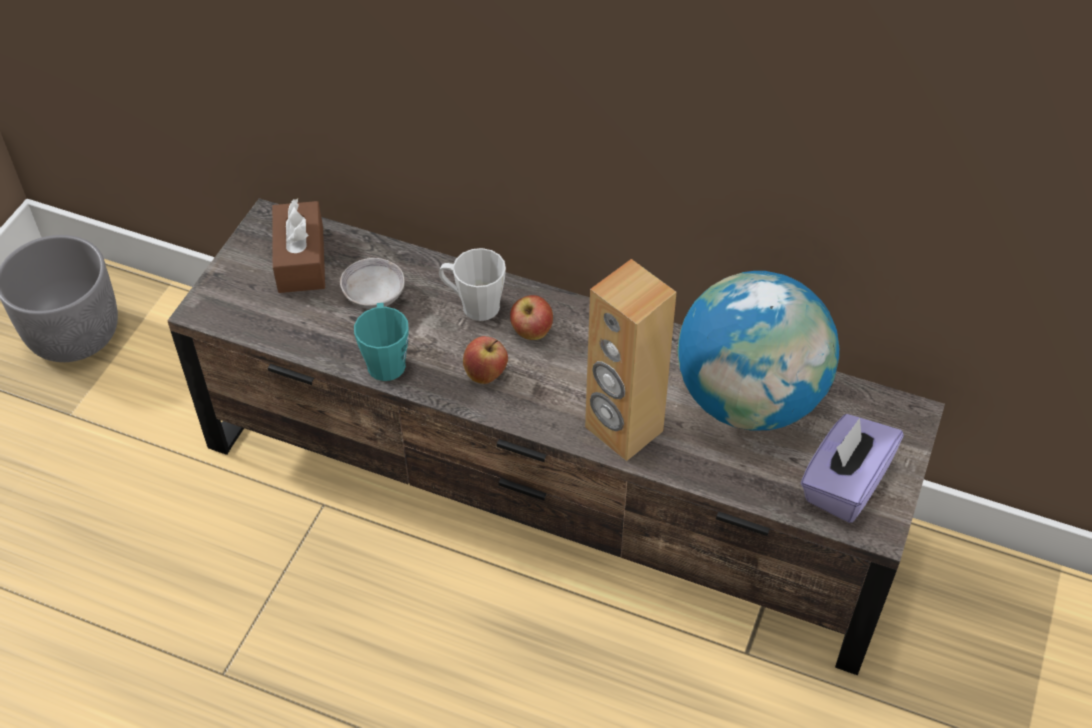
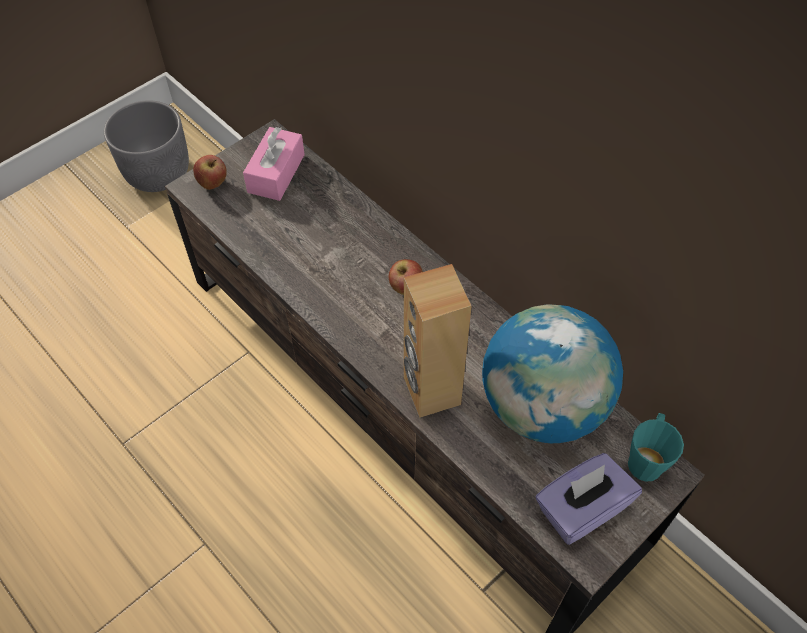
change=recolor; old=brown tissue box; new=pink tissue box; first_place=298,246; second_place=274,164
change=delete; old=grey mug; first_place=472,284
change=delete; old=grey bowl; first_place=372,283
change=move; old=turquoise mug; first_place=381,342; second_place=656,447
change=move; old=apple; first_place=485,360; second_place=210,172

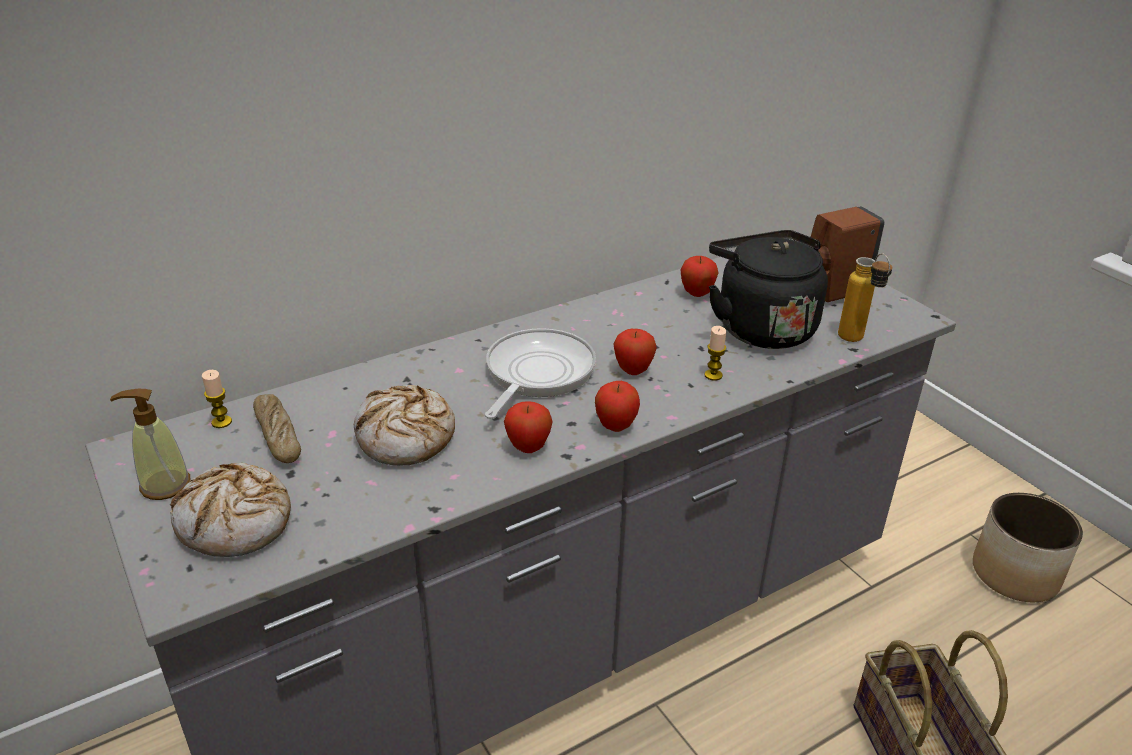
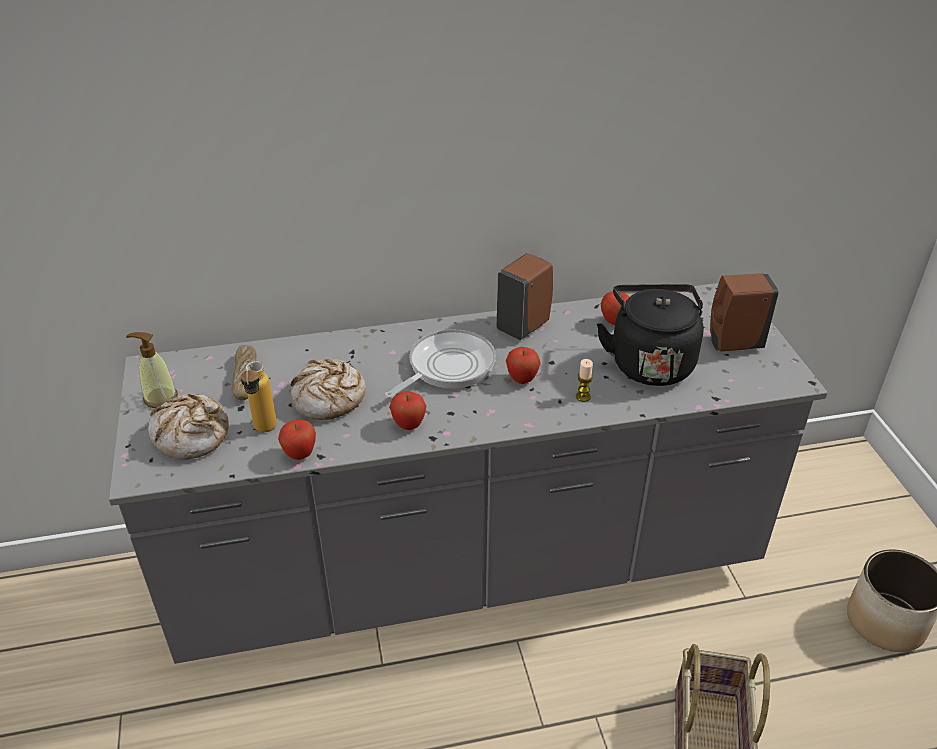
change=move; old=bottle; first_place=865,297; second_place=258,396
change=delete; old=candle; first_place=217,399
change=move; old=apple; first_place=617,406; second_place=297,440
change=insert; new=brown soap dispenser; second_place=525,296

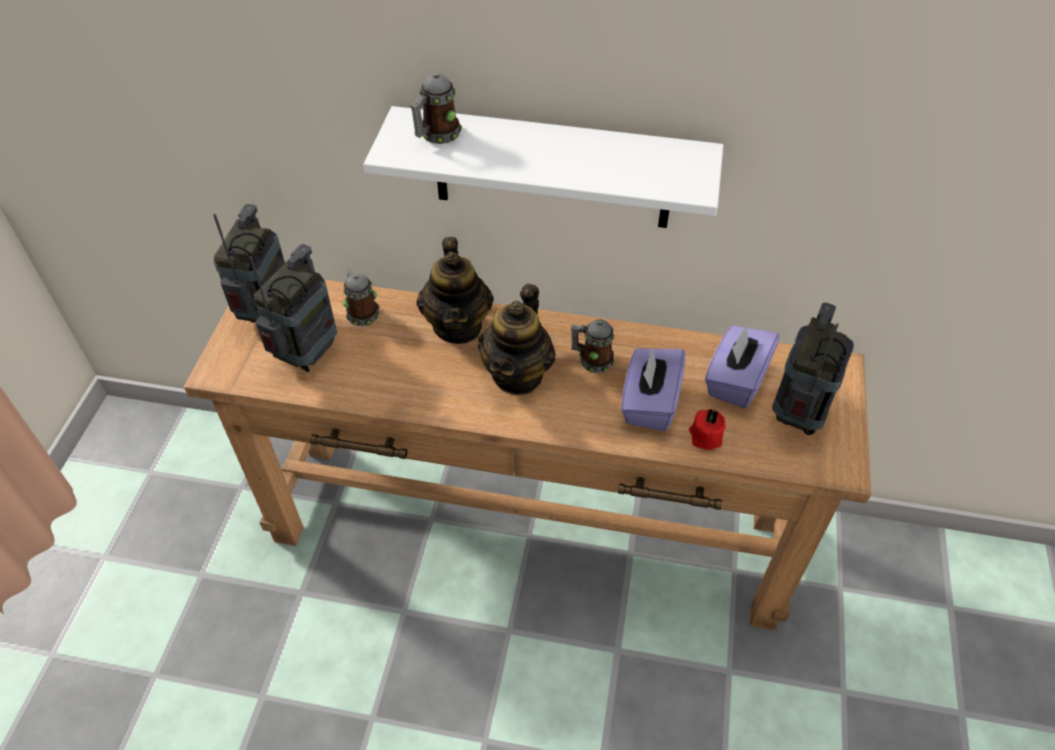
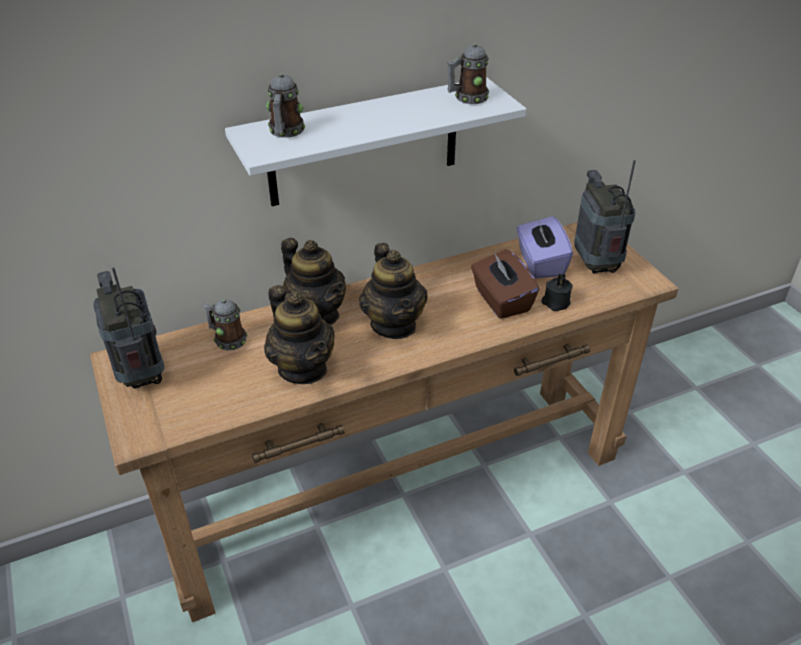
change=delete; old=radio; first_place=293,308
change=move; old=mug; first_place=593,346; second_place=468,73
change=recolor; old=purple tissue box; new=brown tissue box; first_place=653,389; second_place=505,284
change=recolor; old=red candle; new=black candle; first_place=707,429; second_place=557,292
change=insert; new=teapot; second_place=299,334

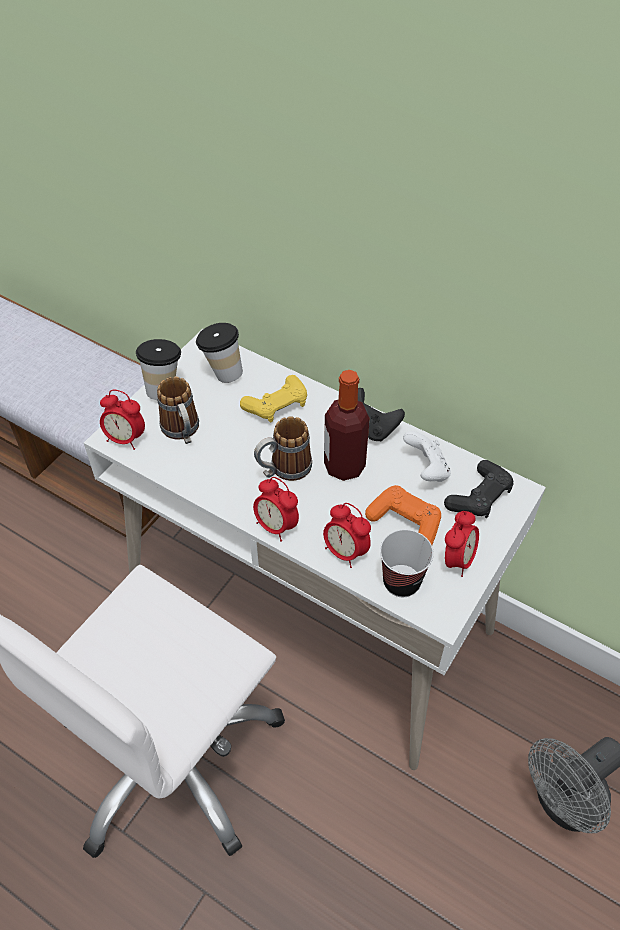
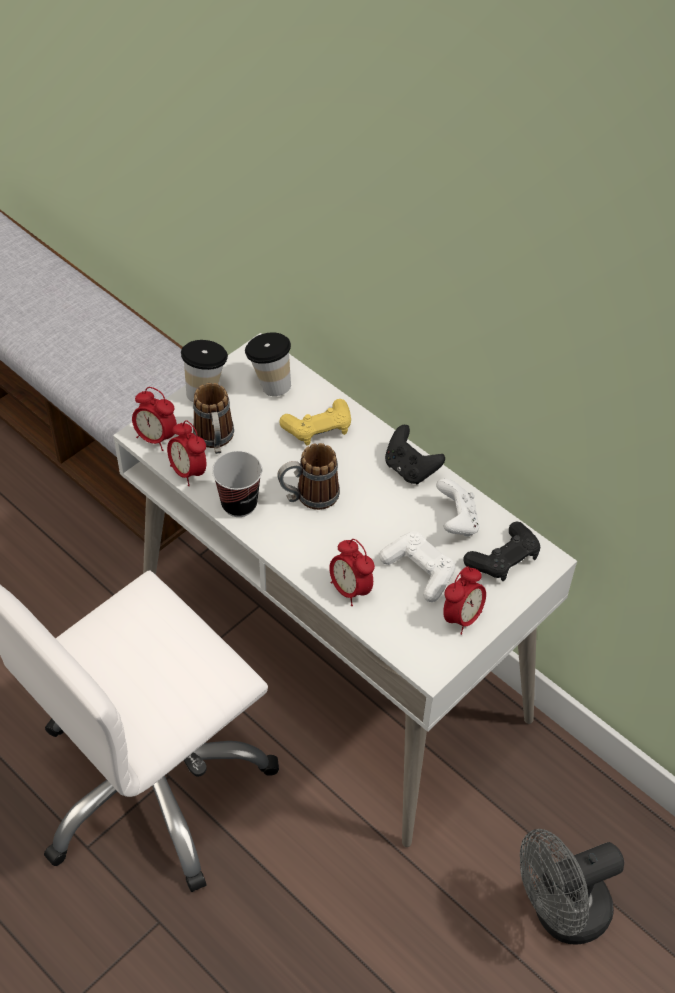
change=delete; old=bottle; first_place=347,425
change=move; old=alarm clock; first_place=276,509; second_place=186,453
change=recolor; old=orange game controller; new=white game controller; first_place=403,515; second_place=417,566
change=move; old=cup; first_place=407,563; second_place=237,484

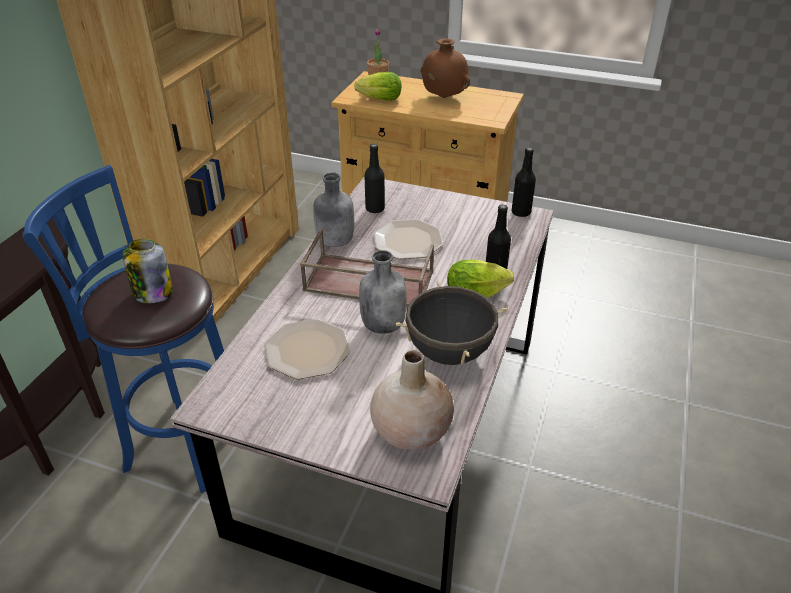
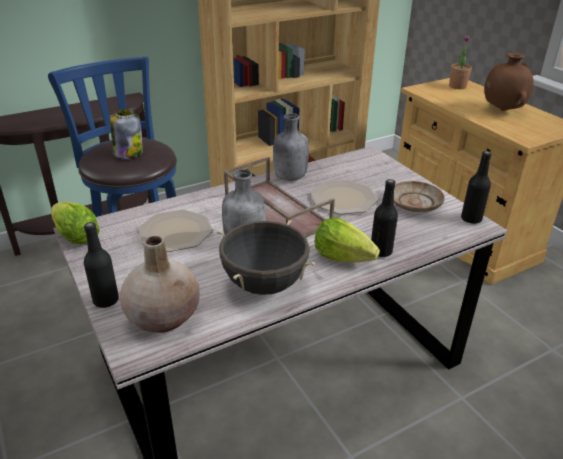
change=move; old=lettuce; first_place=377,86; second_place=75,223
change=move; old=black bottle; first_place=374,178; second_place=101,265
change=insert; new=beige plate; second_place=419,196

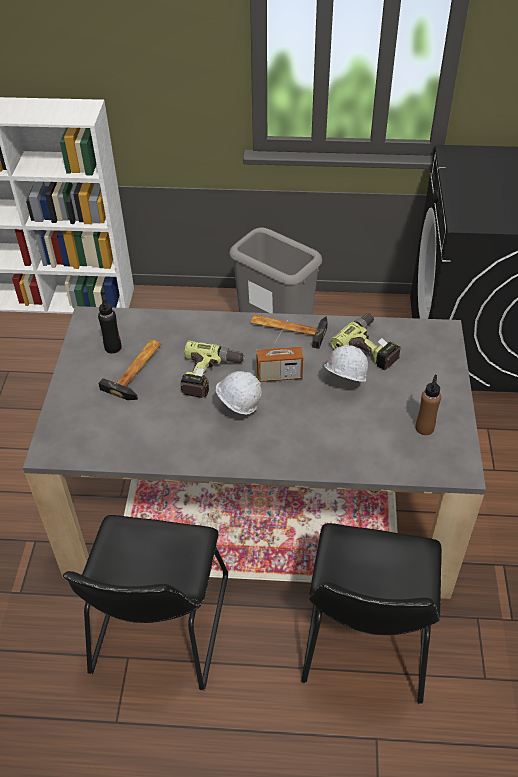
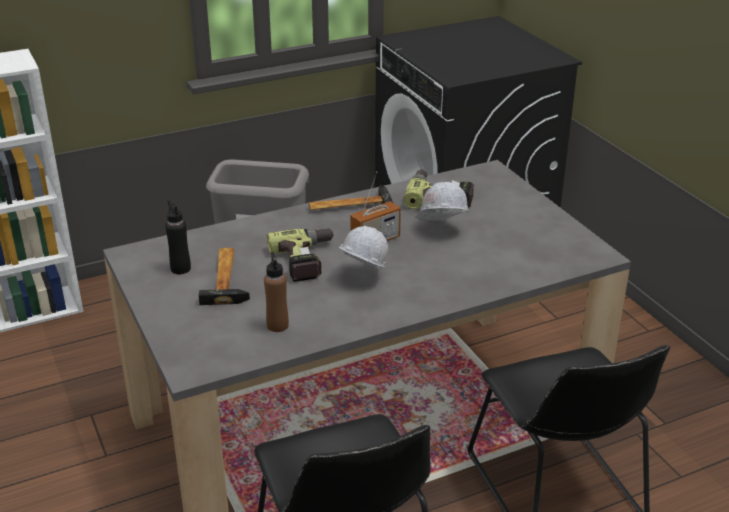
change=move; old=brown bottle; first_place=428,405; second_place=276,292

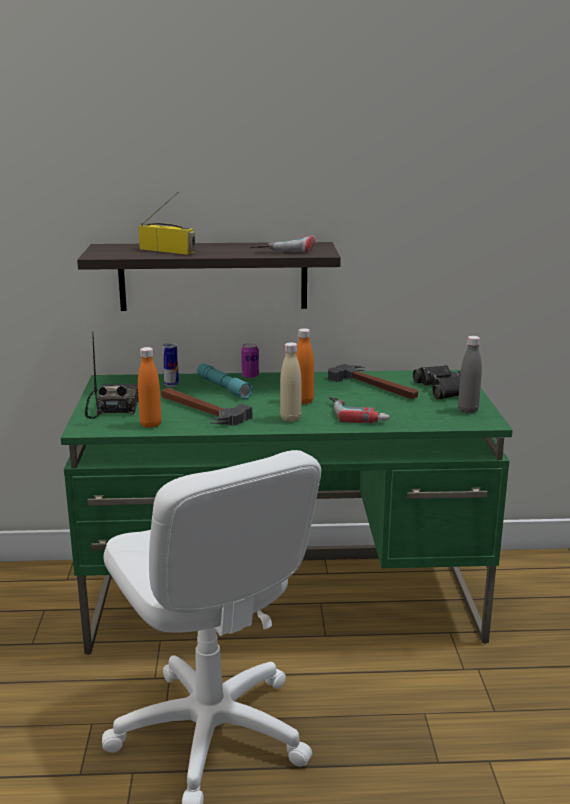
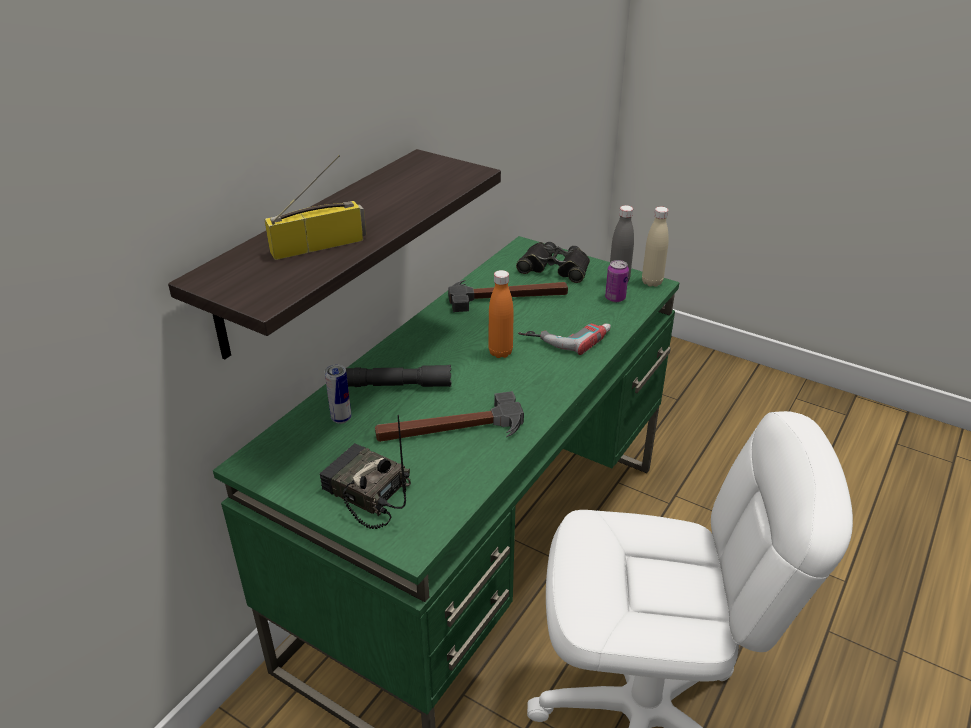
change=delete; old=power drill; first_place=282,243
change=move; old=beige bottle; first_place=290,382; second_place=655,247
change=move; old=can; first_place=250,361; second_place=617,281
change=delete; old=orange bottle; first_place=149,387
change=recolor; old=turquoise flashlight; new=grey flashlight; first_place=225,381; second_place=398,376

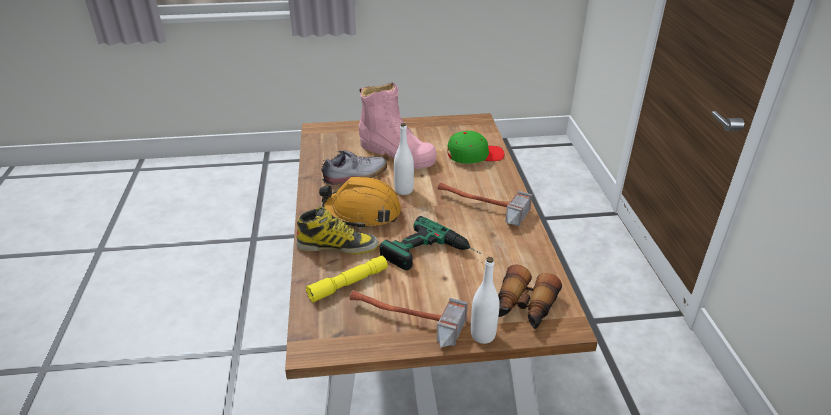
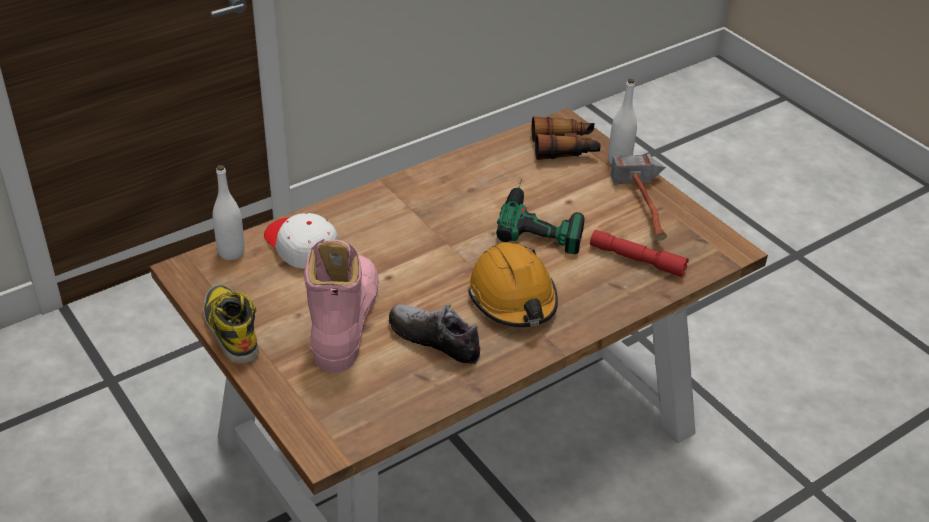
change=move; old=white bottle; first_place=404,159; second_place=229,212
change=recolor; old=green cap; new=white cap; first_place=475,147; second_place=301,241
change=delete; old=hammer; first_place=484,204
change=move; old=boot; first_place=338,230; second_place=231,324
change=recolor; old=yellow flashlight; new=red flashlight; first_place=347,279; second_place=639,253

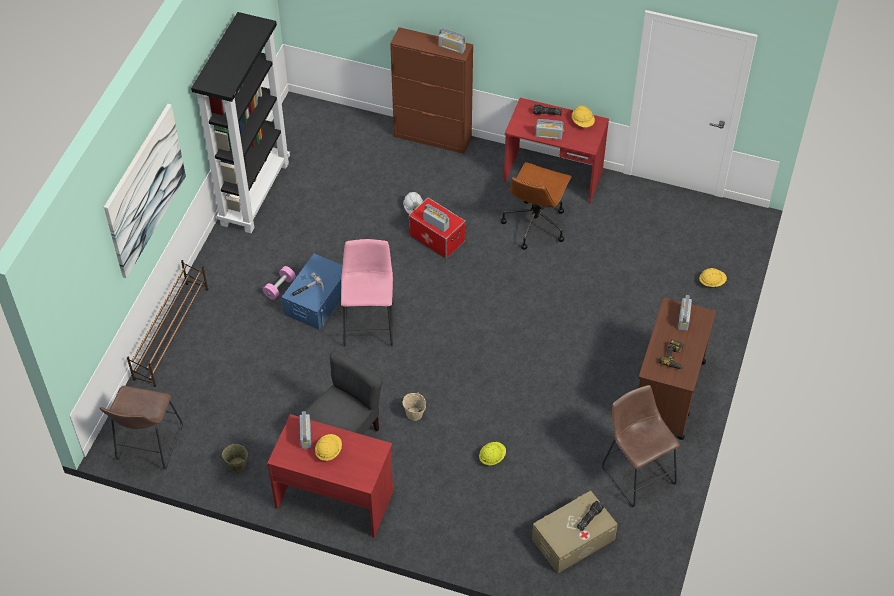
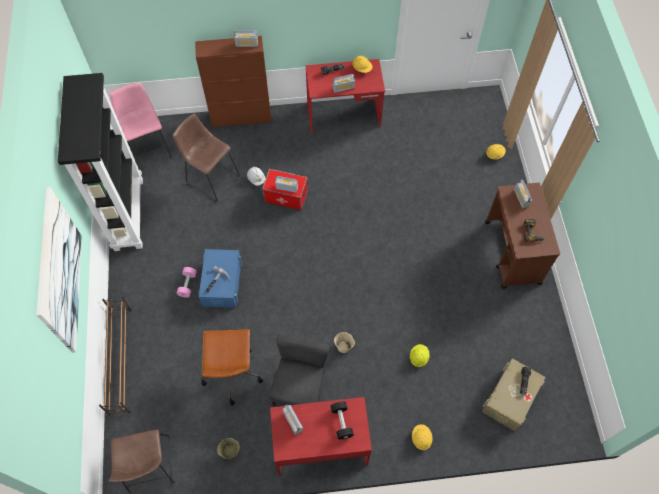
change=move; old=brown office chair; first_place=536,206; second_place=232,367
change=move; old=pink stool; first_place=367,293; second_place=141,122
change=move; old=brown stool; first_place=641,446; second_place=206,158
change=move; old=yellow hard hat; first_place=328,447; second_place=422,437
change=insert; new=black dumbbell; second_place=342,420

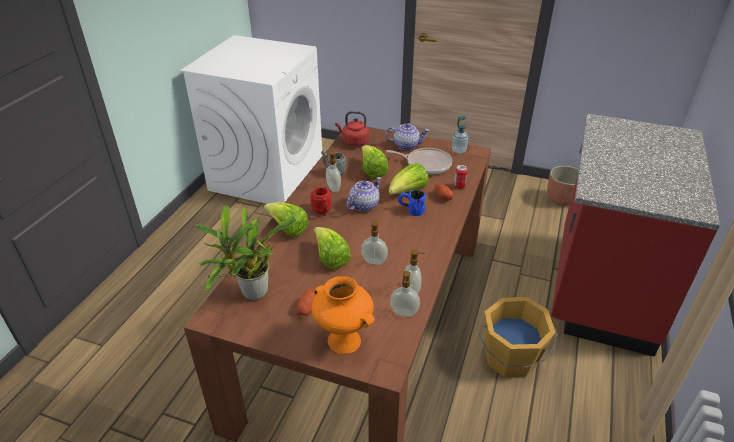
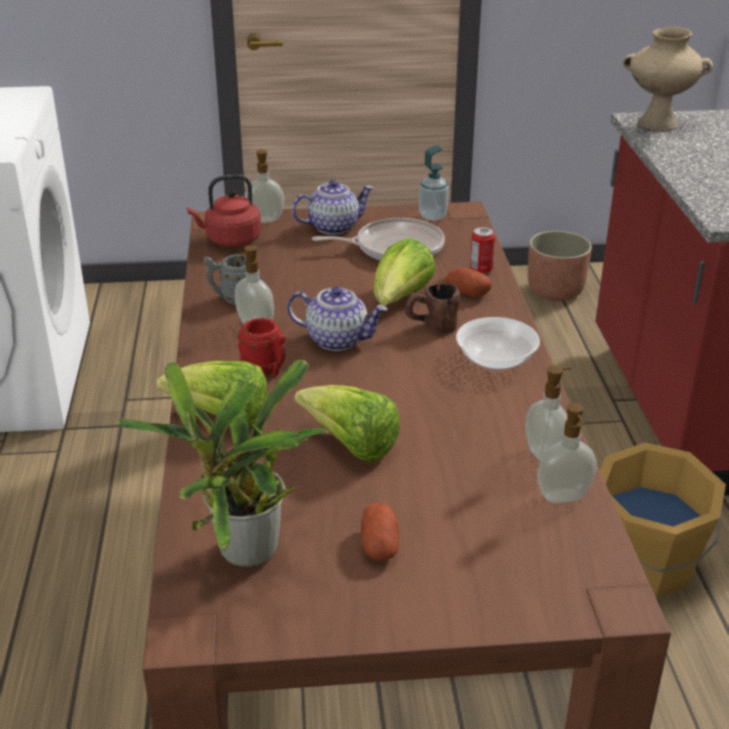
change=delete; old=lettuce; first_place=375,162
change=rotate; old=teapot; first_place=363,194; second_place=337,318; degrees=90
change=recolor; old=blue mug; new=brown mug; first_place=412,203; second_place=432,309
change=move; old=soap dispenser; first_place=374,242; second_place=264,186
change=delete; old=orange vase; first_place=343,315
change=insert; new=beige vase; second_place=668,79
change=insert; new=bowl; second_place=498,343

